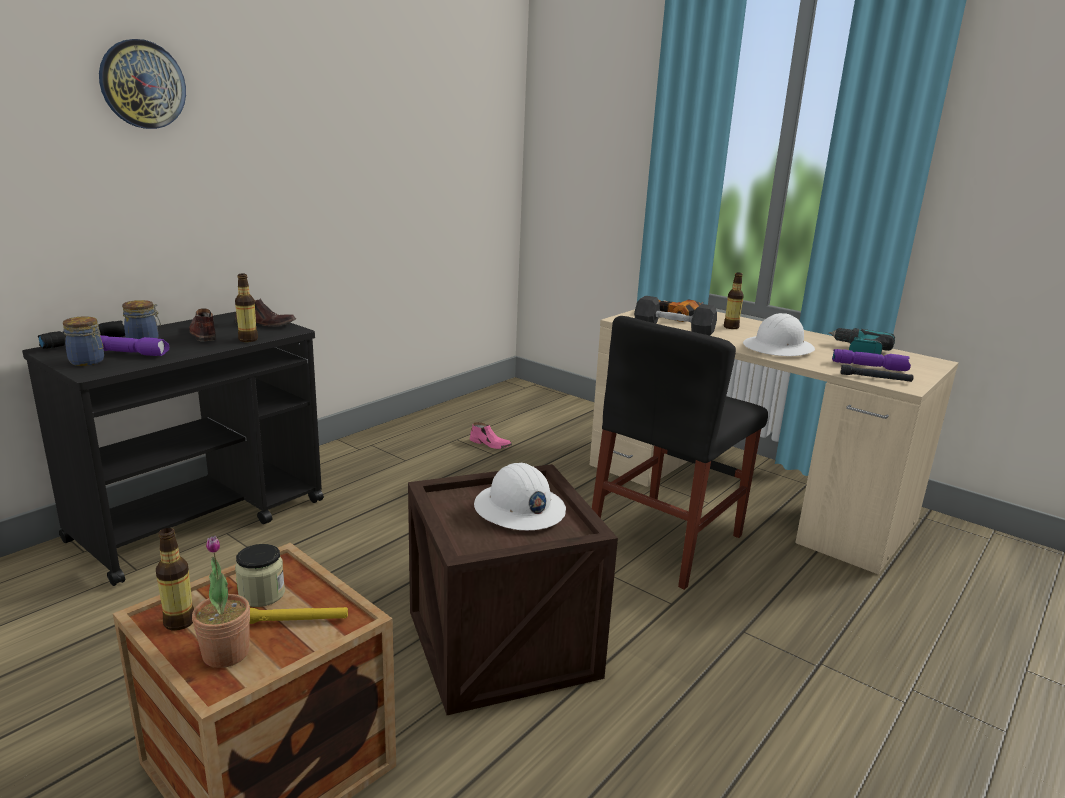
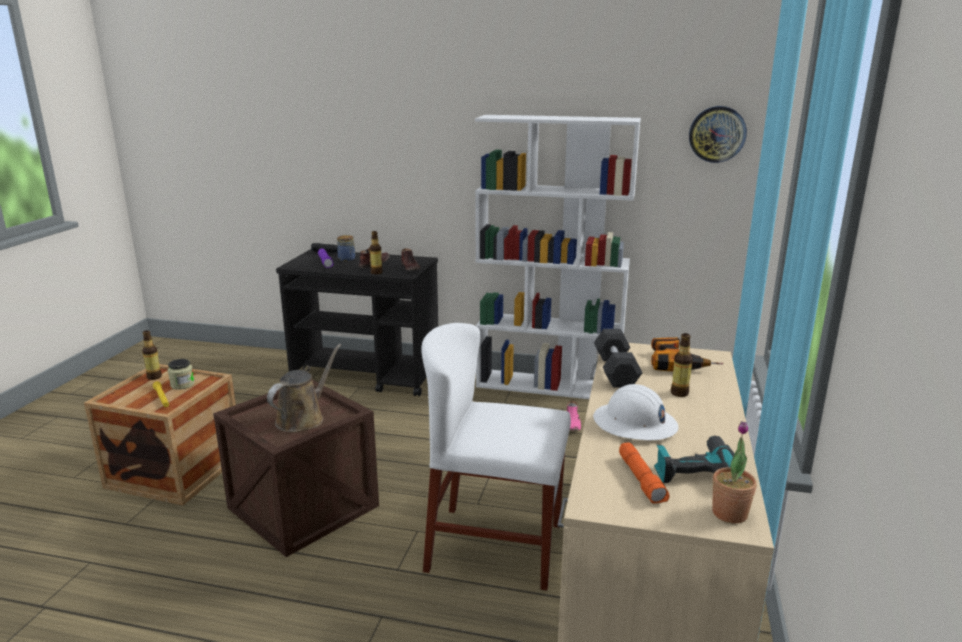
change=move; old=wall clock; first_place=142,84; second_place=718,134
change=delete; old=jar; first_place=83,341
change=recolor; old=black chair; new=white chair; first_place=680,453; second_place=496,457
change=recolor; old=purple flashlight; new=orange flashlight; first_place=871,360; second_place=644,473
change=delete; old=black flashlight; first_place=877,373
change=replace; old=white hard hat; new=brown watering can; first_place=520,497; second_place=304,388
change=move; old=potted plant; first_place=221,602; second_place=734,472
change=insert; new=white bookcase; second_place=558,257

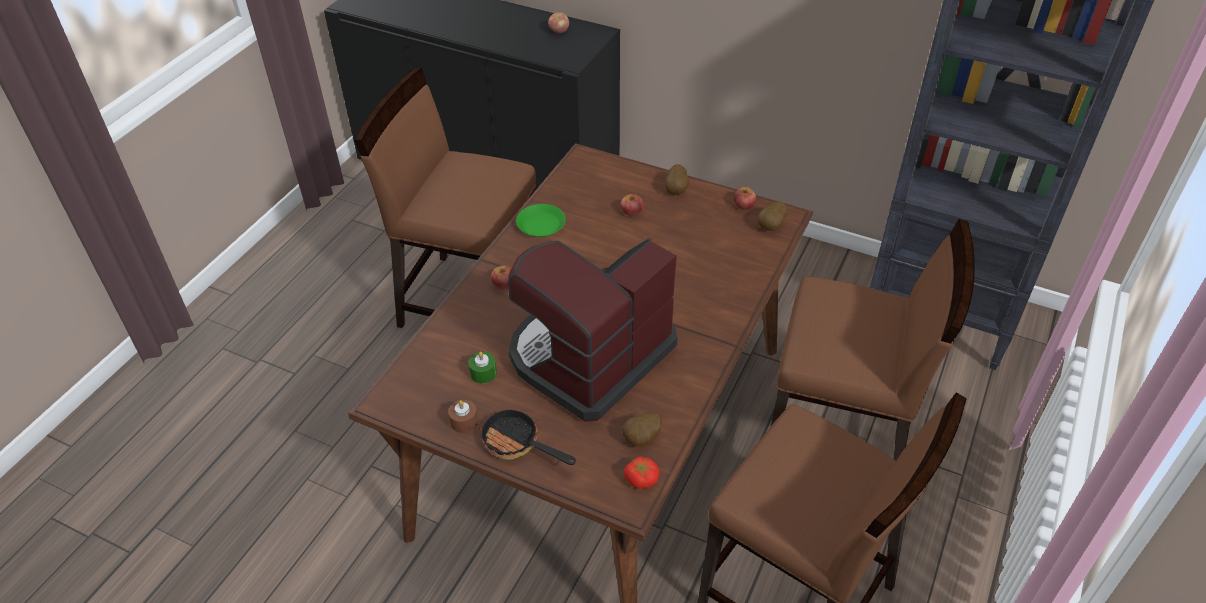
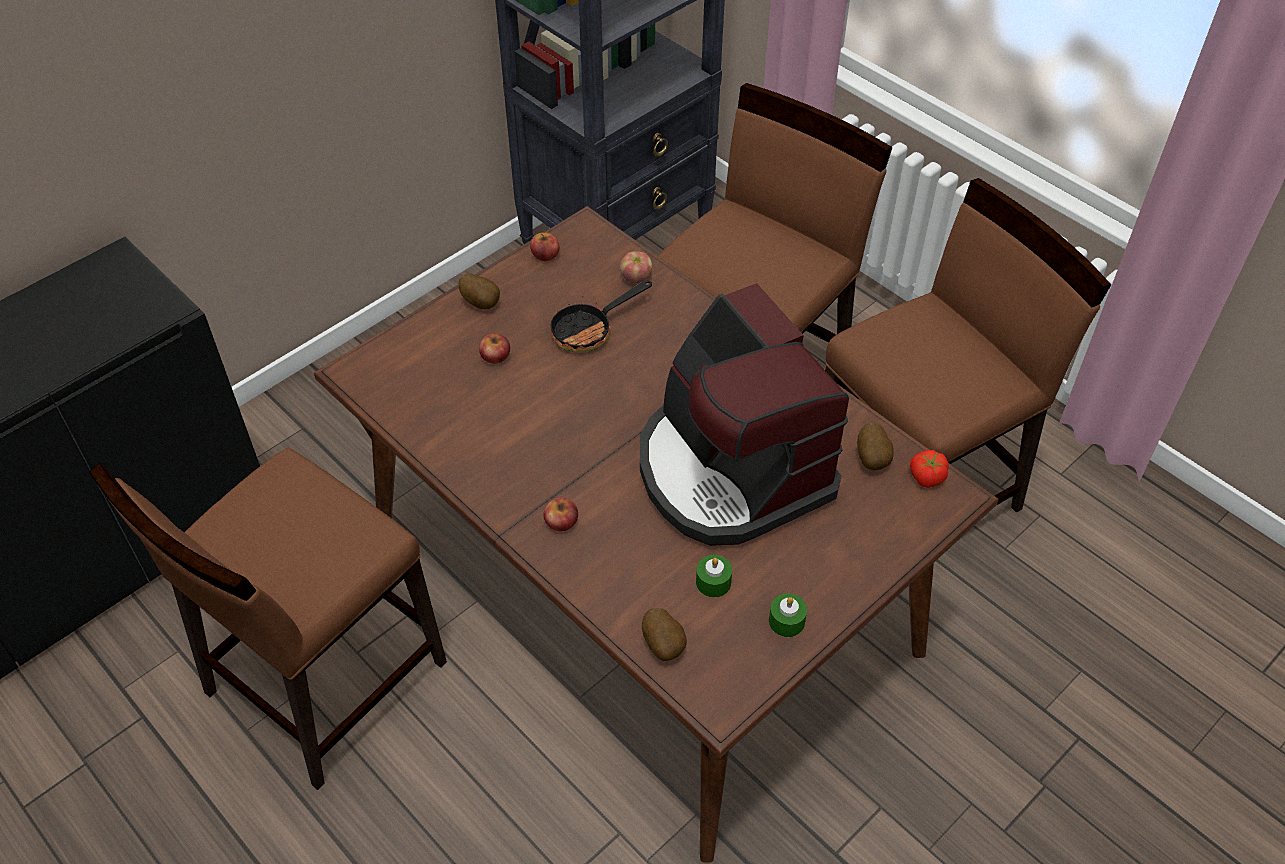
change=move; old=apple; first_place=558,22; second_place=636,267
change=move; old=potato; first_place=772,216; second_place=664,634
change=delete; old=green plate; first_place=541,220
change=recolor; old=brown candle; new=green candle; first_place=463,416; second_place=788,615
change=move; old=frying pan; first_place=527,436; second_place=601,316

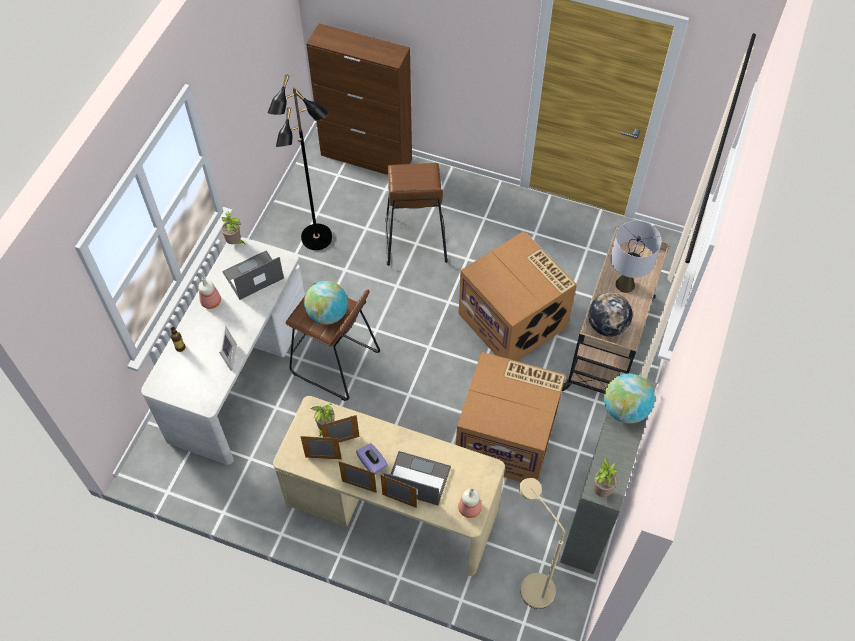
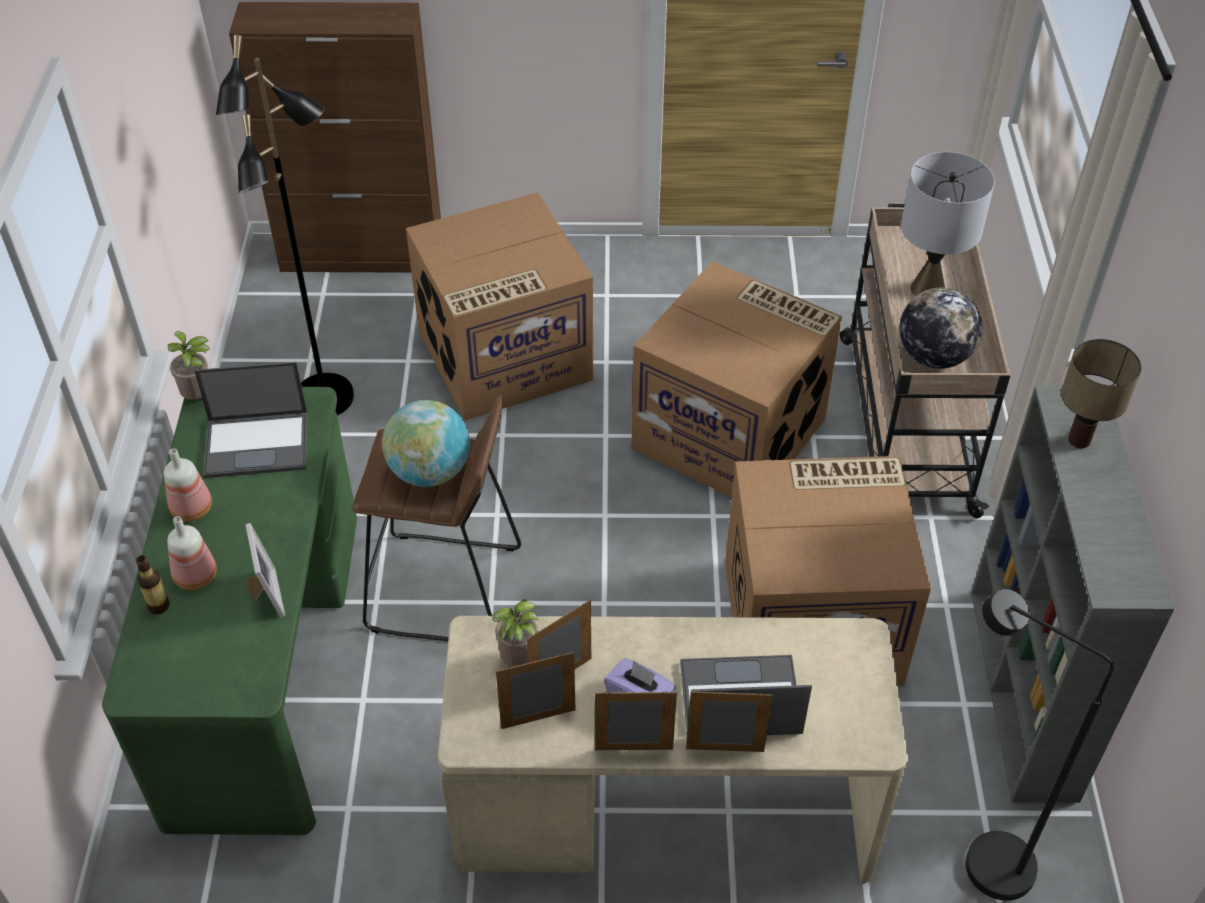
change=replace; old=brown stool; new=cardboard box; first_place=416,214; second_place=499,306
change=recolor; old=white desk; new=green desk; first_place=223,351; second_place=229,611
change=rotate; old=laptop; first_place=253,275; second_place=250,420; degrees=-135
change=replace; old=globe; new=table lamp; first_place=629,398; second_place=1101,393
change=delete; old=potted plant; first_place=605,477
change=recolor; old=beige floor lamp; new=black floor lamp; first_place=542,543; second_place=1040,744
change=move; old=bottle; first_place=470,503; second_place=192,553

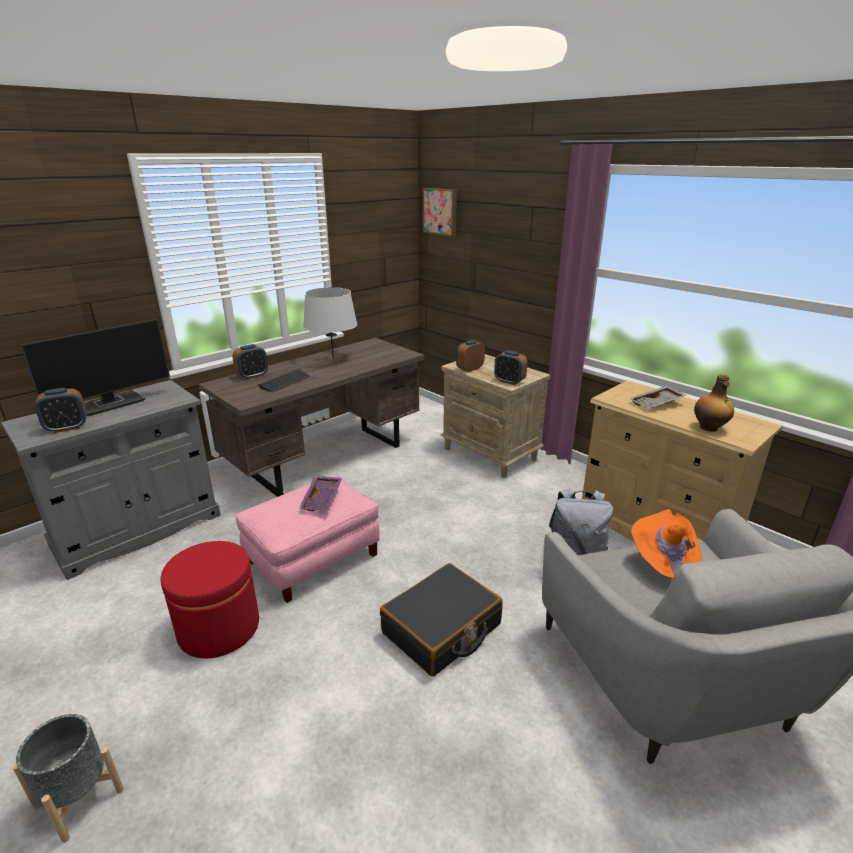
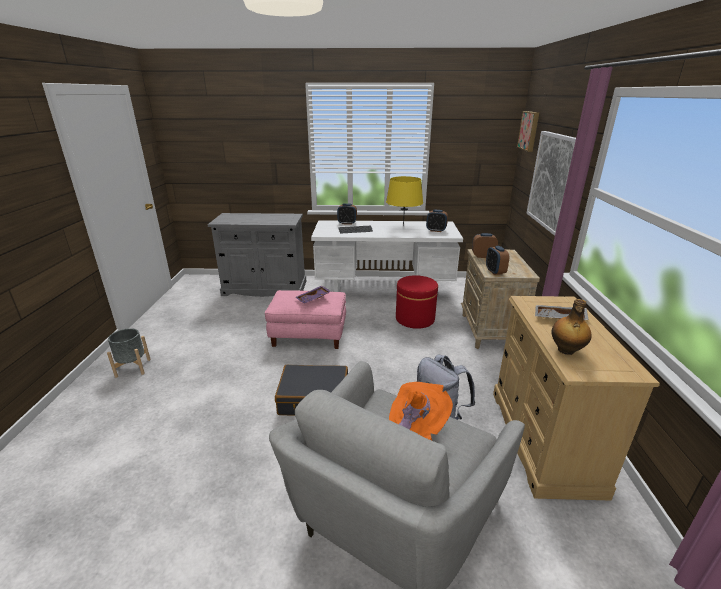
change=recolor; old=grey table lamp; new=yellow table lamp; first_place=330,323; second_place=404,201
change=delete; old=monitor; first_place=95,367
change=recolor; old=brown desk; new=white desk; first_place=311,417; second_place=387,256
change=move; old=alarm clock; first_place=60,410; second_place=437,221
change=move; old=red ottoman; first_place=210,599; second_place=417,302
change=insert; new=picture; second_place=551,183

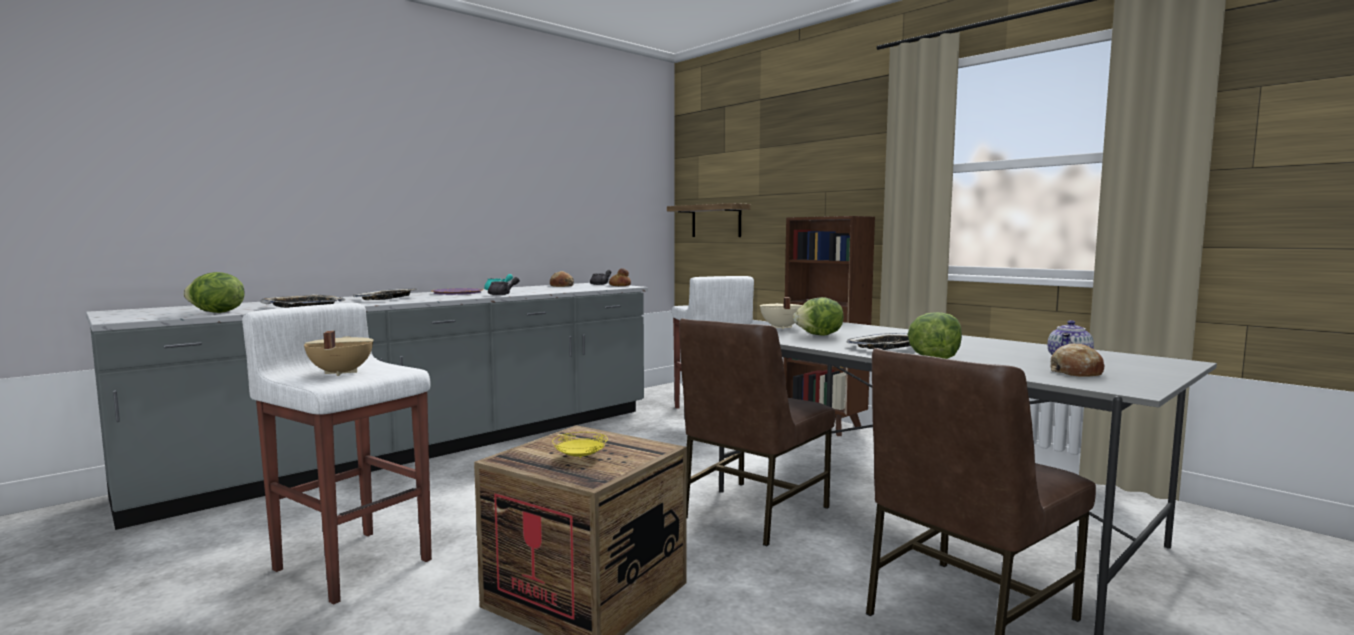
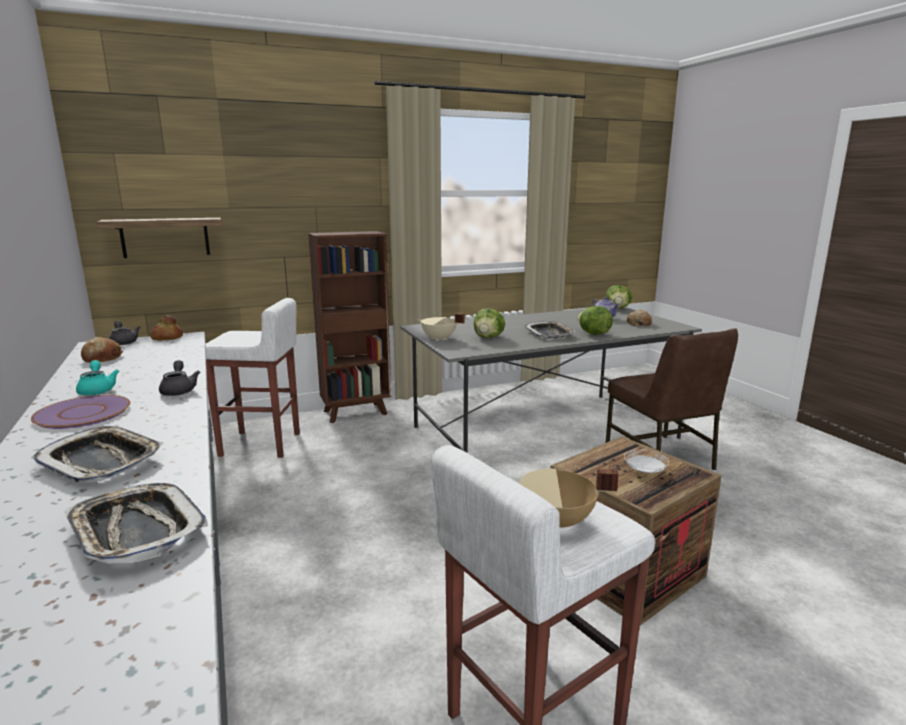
change=move; old=lettuce; first_place=213,292; second_place=619,297
change=delete; old=brown chair; first_place=757,432
change=recolor; old=yellow plate; new=white plate; first_place=580,445; second_place=646,461

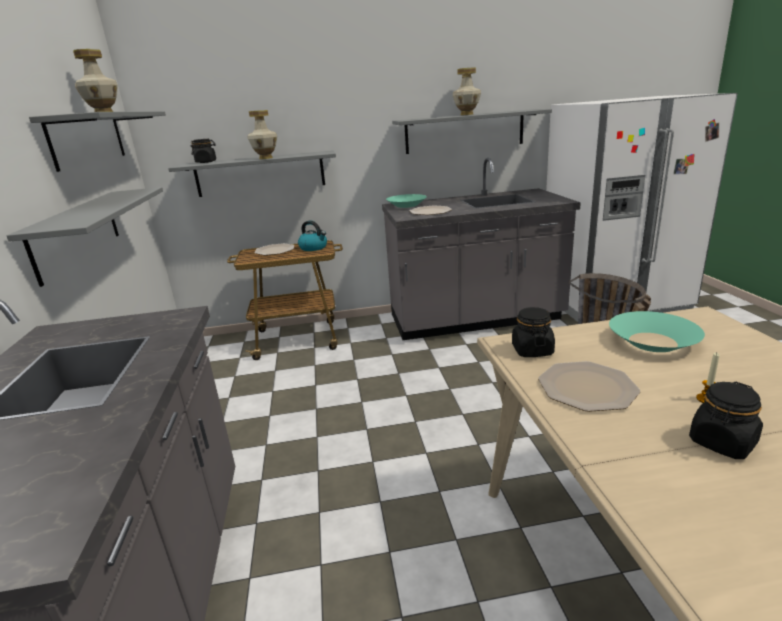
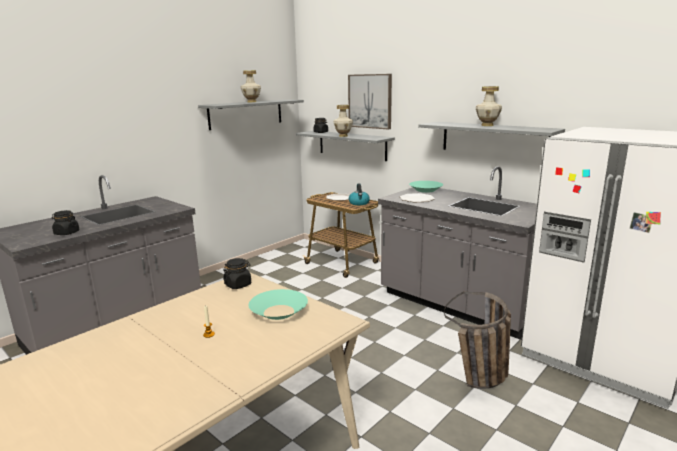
change=delete; old=grey shelf; first_place=84,237
change=delete; old=plate; first_place=589,386
change=move; old=black jar; first_place=726,420; second_place=65,222
change=insert; new=picture; second_place=370,102

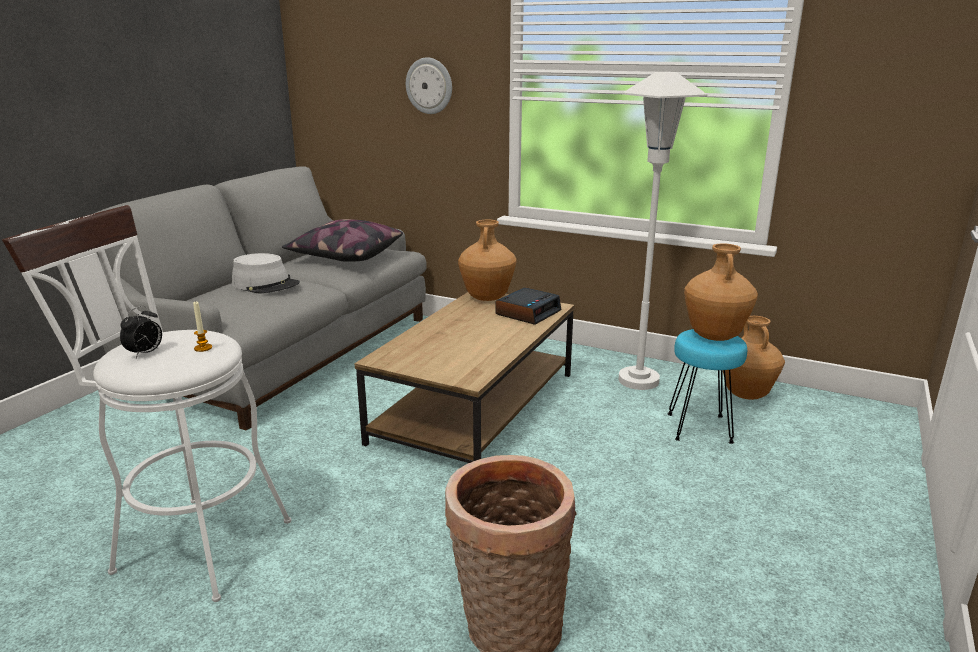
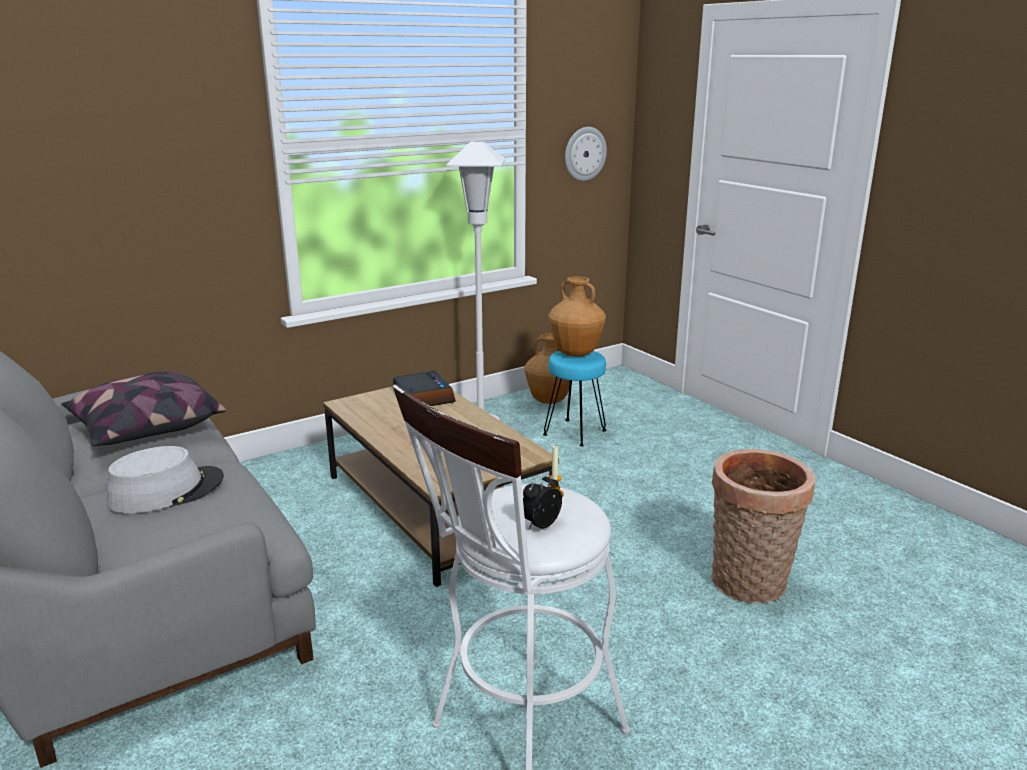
change=move; old=wall clock; first_place=429,85; second_place=586,154
change=delete; old=brown vase; first_place=487,260
change=rotate; old=alarm clock; first_place=141,332; second_place=542,500; degrees=-105

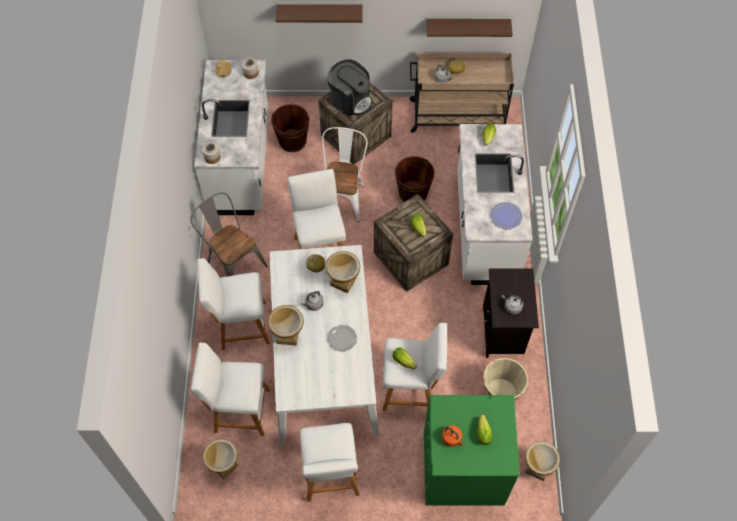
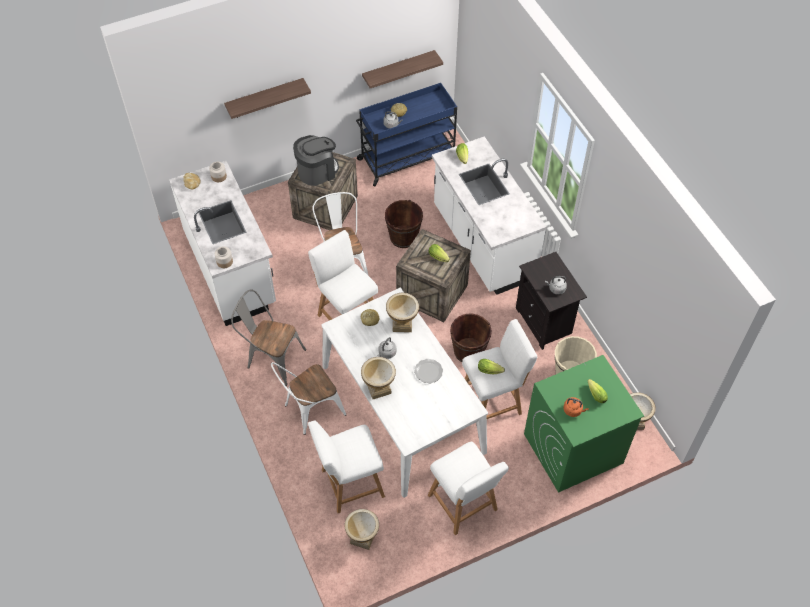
change=recolor; old=beige cart; new=blue cart; first_place=461,93; second_place=406,135
change=rotate; old=coffee machine; first_place=349,87; second_place=316,160; degrees=-45
change=move; old=brown bucket; first_place=290,128; second_place=471,337
change=delete; old=plate; first_place=506,215
change=replace; old=white stool; new=white chair; first_place=233,304; second_place=308,398

